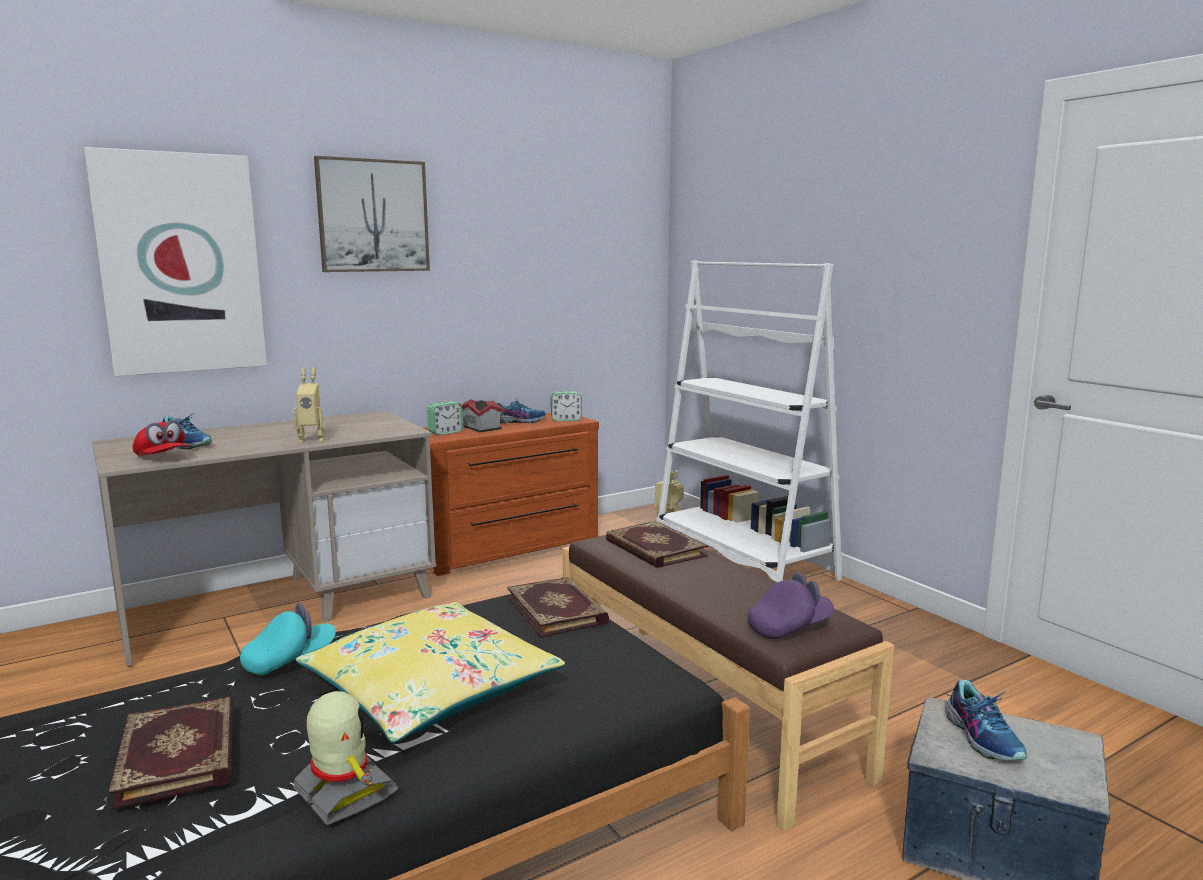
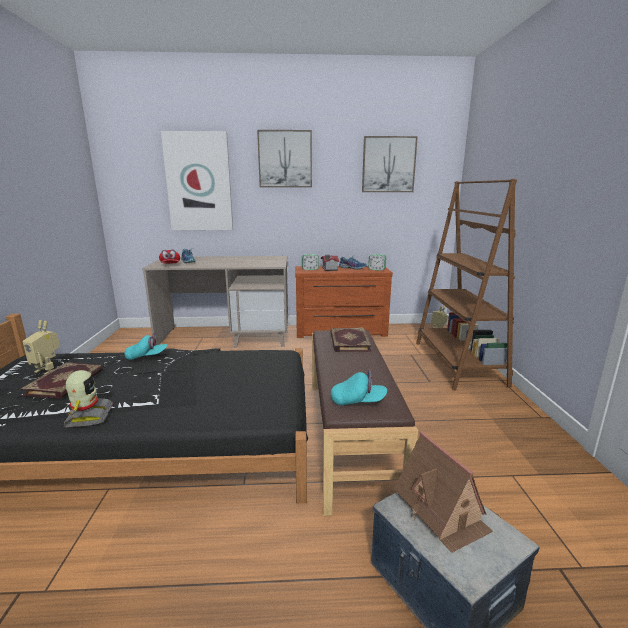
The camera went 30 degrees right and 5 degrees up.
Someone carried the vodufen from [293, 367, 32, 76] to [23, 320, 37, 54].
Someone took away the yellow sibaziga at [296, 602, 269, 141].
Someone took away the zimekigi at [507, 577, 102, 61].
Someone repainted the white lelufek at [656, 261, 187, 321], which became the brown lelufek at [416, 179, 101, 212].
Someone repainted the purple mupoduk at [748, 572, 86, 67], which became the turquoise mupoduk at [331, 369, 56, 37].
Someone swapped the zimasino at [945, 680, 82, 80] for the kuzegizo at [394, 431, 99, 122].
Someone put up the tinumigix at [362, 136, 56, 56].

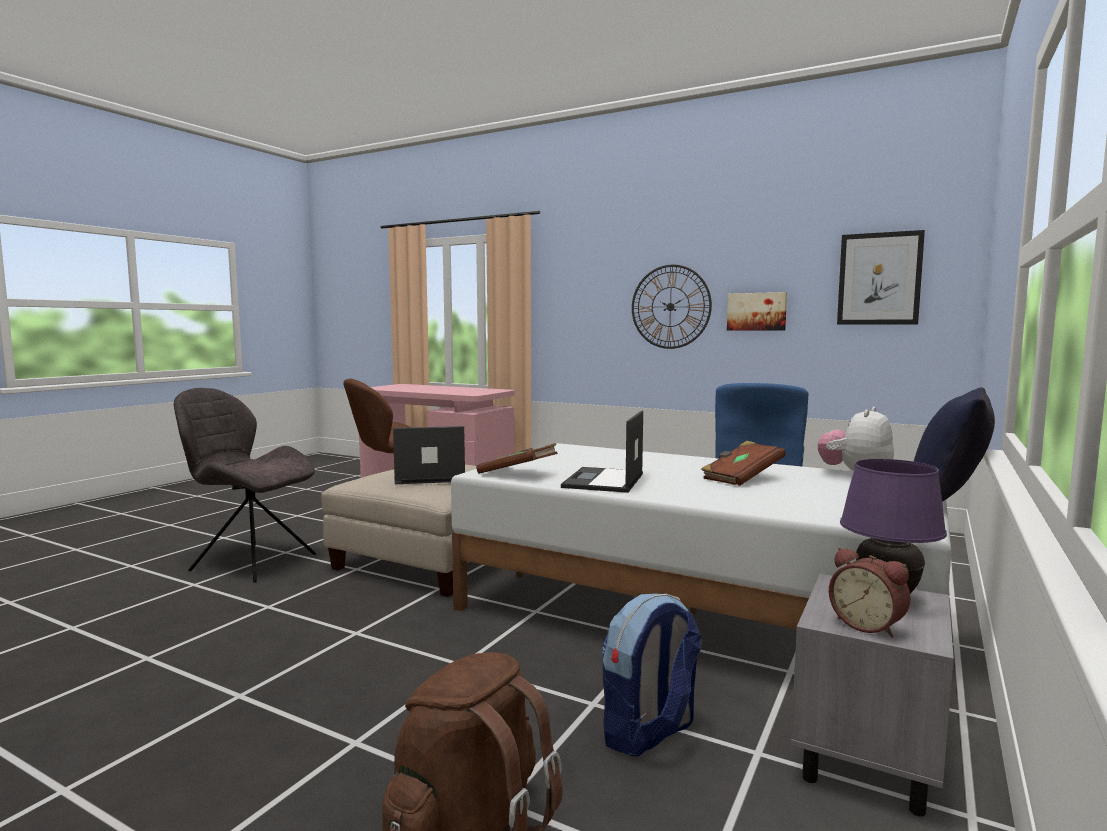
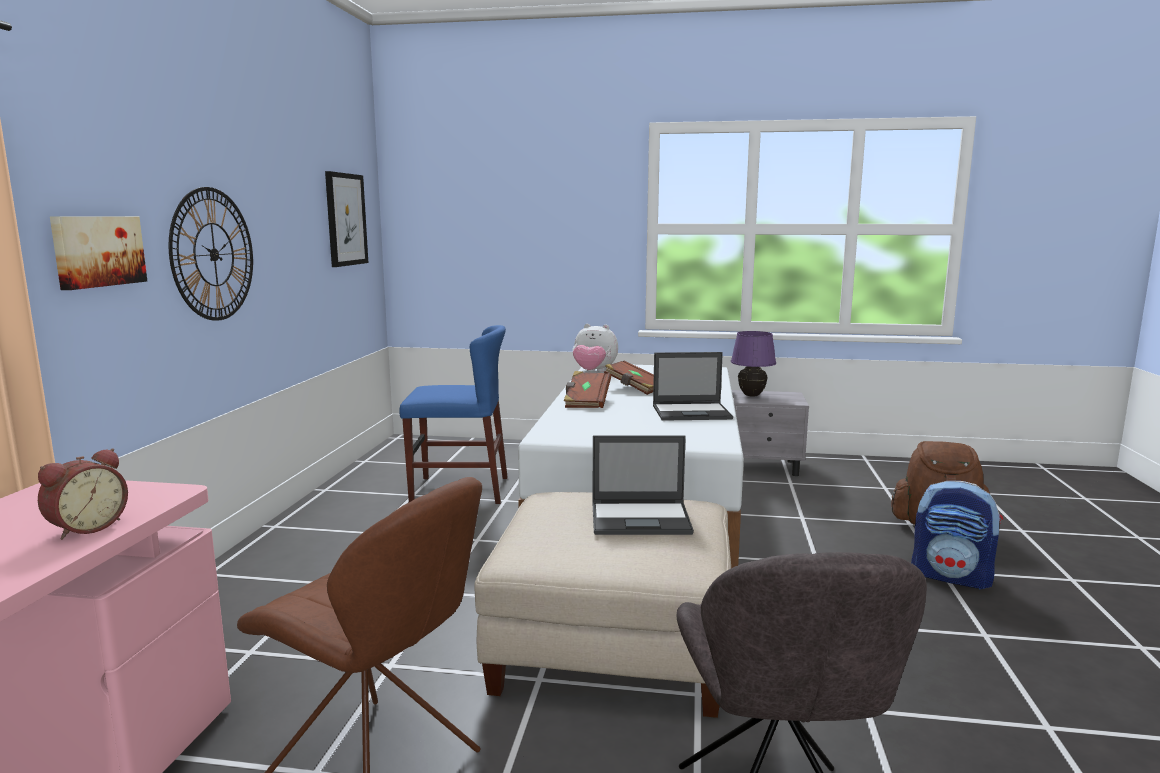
The camera went 110 degrees left and 5 degrees up.
Someone rotated the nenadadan at [393, 426, 72, 58] by 60 degrees counterclockwise.
Someone carried the brown zimekigi from [476, 443, 82, 31] to [564, 371, 47, 37].
Someone carried the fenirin from [602, 594, 99, 162] to [911, 481, 92, 109].
Someone carried the tinumigix from [727, 292, 60, 39] to [50, 216, 97, 74].
Someone carried the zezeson from [829, 547, 81, 91] to [38, 448, 90, 92].
Someone took away the blue sibaziga at [914, 387, 81, 115].

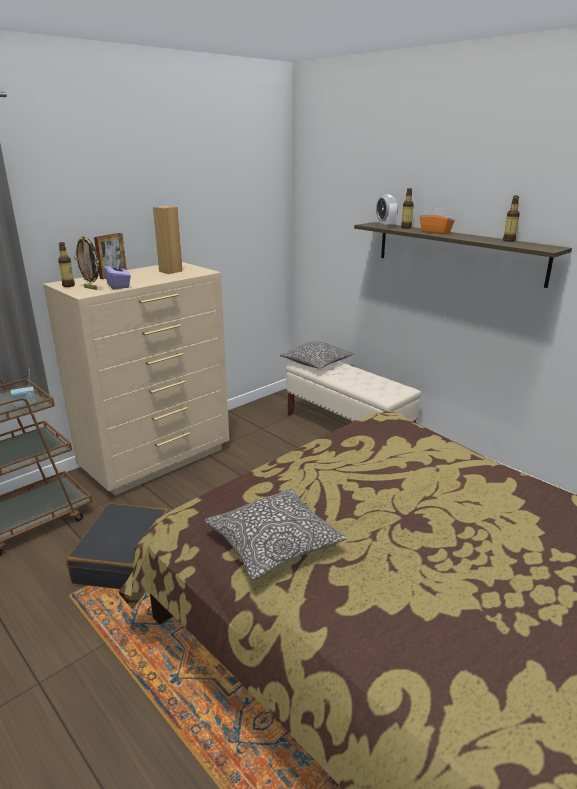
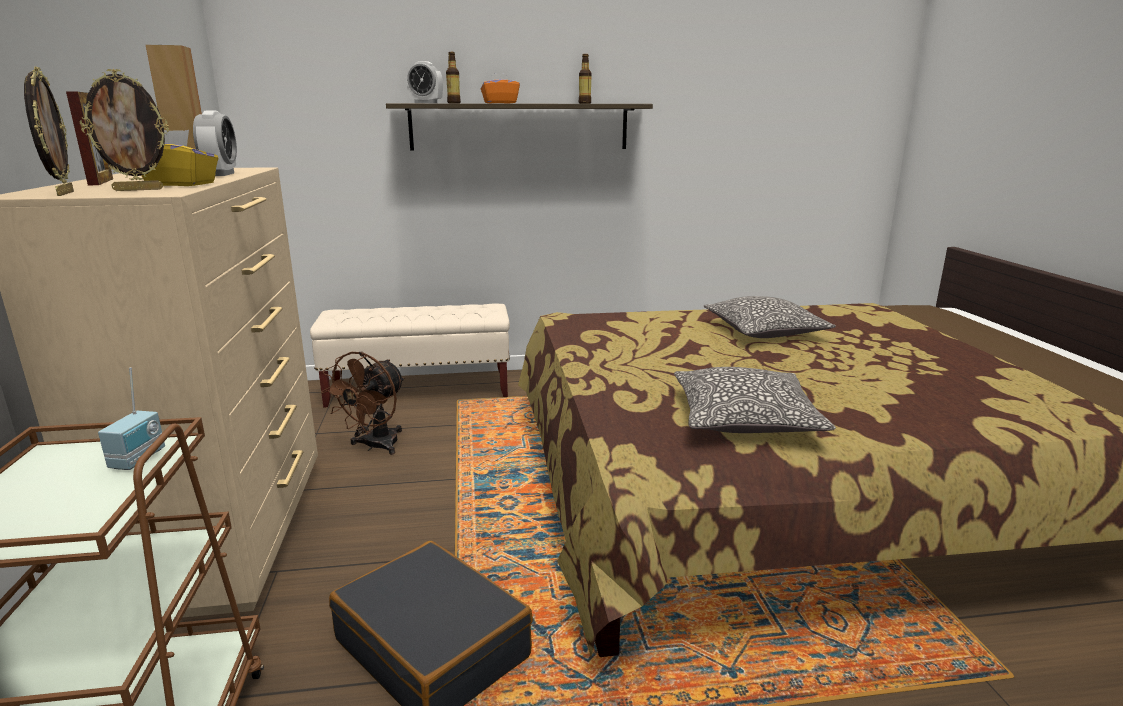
The camera went 55 degrees left and 5 degrees down.
Someone swapped the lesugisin at [58, 242, 17, 45] for the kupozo at [24, 67, 50, 129].
Someone repainted the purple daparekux at [103, 260, 28, 29], which became the yellow daparekux at [141, 130, 77, 56].
Someone carried the sibaziga from [280, 341, 74, 28] to [703, 296, 133, 42].
Someone put down the zezeson at [193, 111, 44, 65].
Someone put down the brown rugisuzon at [321, 351, 84, 104].

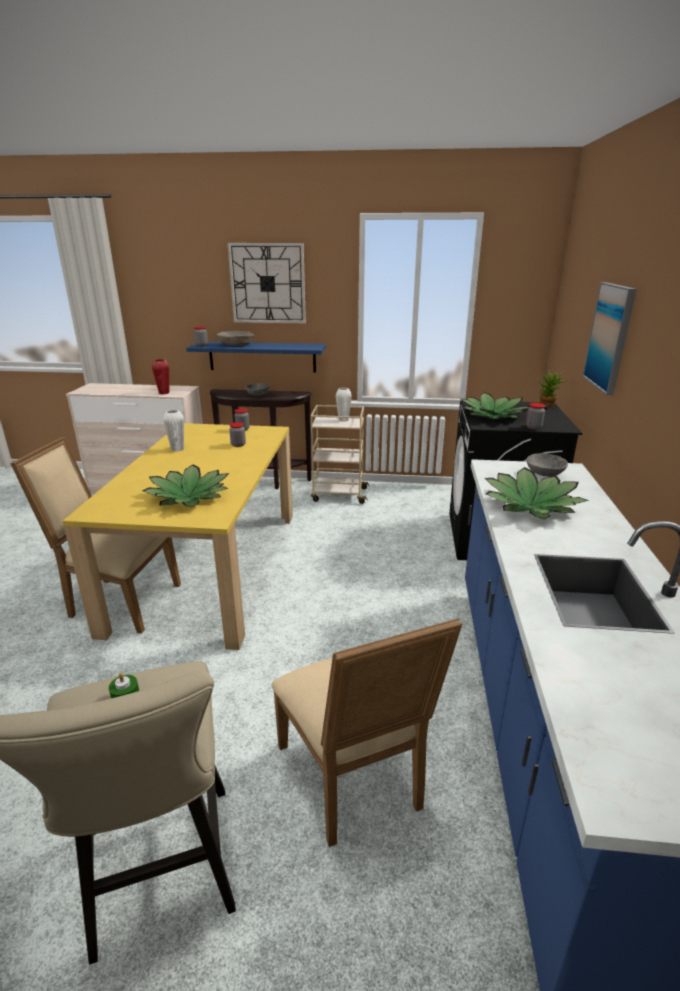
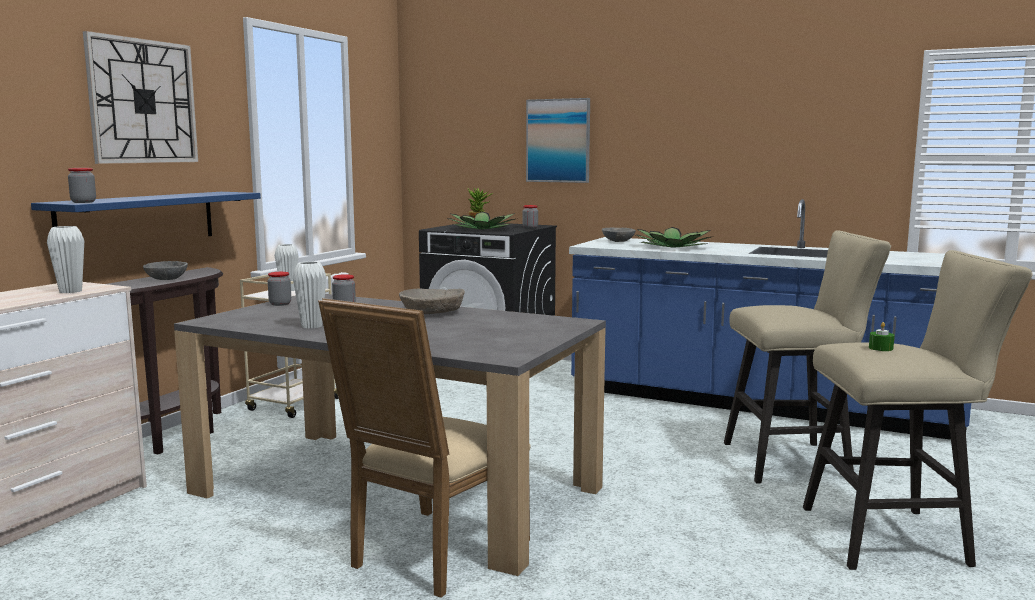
The camera went 70 degrees left and 15 degrees down.
Someone repainted the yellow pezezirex at [63, 423, 230, 227], which became the grey pezezirex at [174, 294, 432, 282].
Someone took away the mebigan at [142, 464, 87, 43].
Someone repainted the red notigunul at [152, 359, 17, 35], which became the white notigunul at [47, 226, 37, 67].
Someone carried the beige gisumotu from [216, 331, 38, 15] to [399, 288, 66, 26].
Someone swapped the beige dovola at [271, 618, 192, 229] for the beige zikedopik at [724, 230, 167, 253].

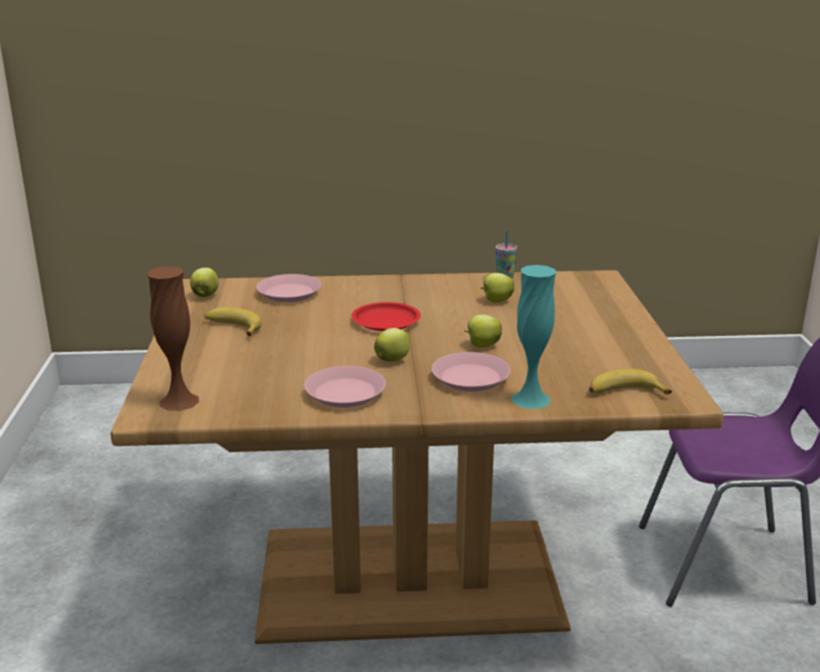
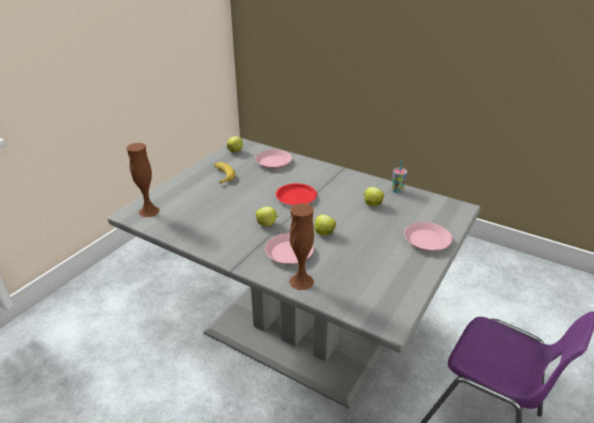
The camera went 35 degrees right and 10 degrees up.
Someone repainted the brown pezezirex at [110, 270, 614, 374], which became the grey pezezirex at [108, 138, 373, 271].
Someone carried the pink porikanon from [304, 366, 82, 42] to [404, 222, 48, 29].
Someone repainted the turquoise notigunul at [511, 265, 45, 144], which became the brown notigunul at [289, 203, 25, 87].
Someone took away the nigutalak at [589, 369, 83, 25].

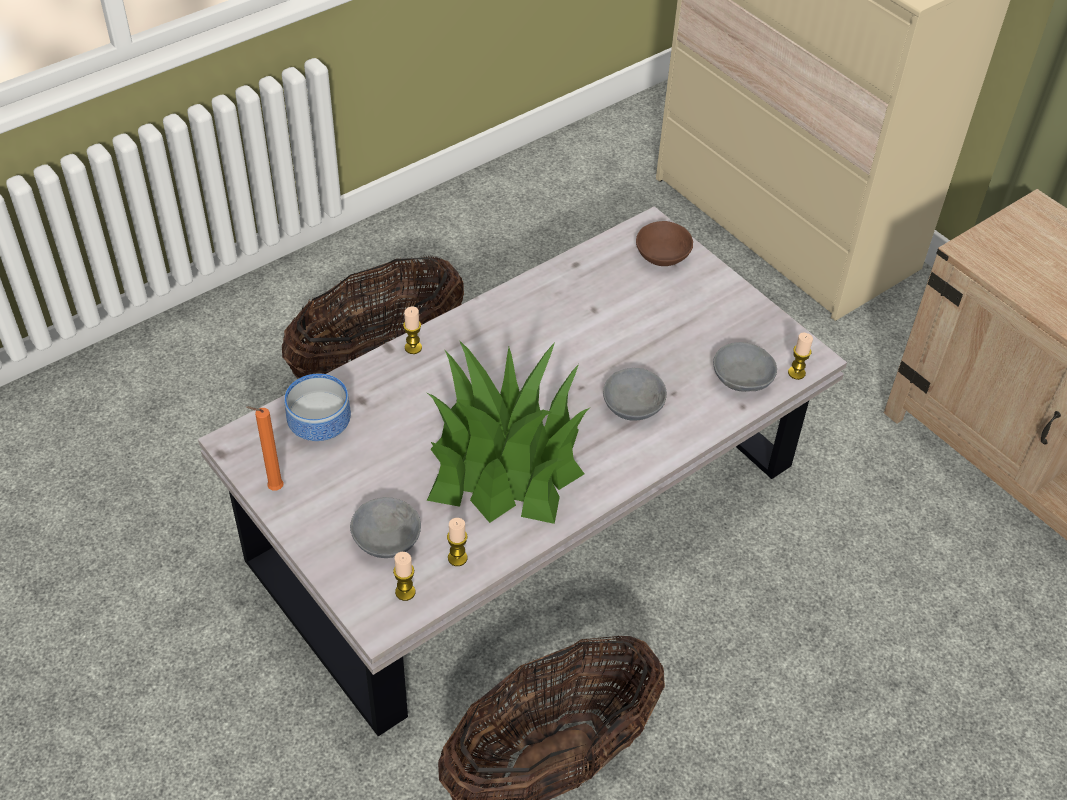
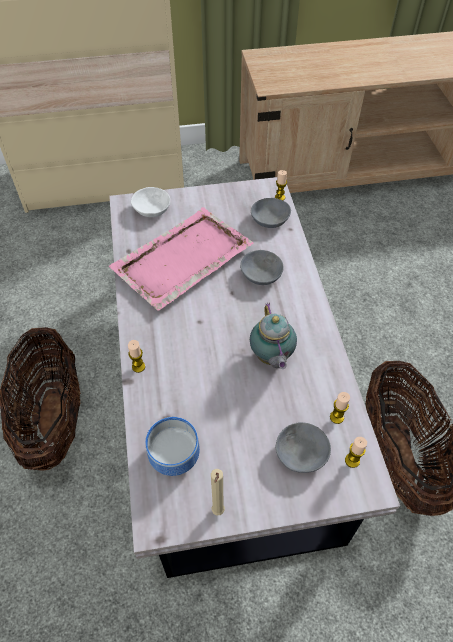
The camera went 60 degrees left and 5 degrees up.
Someone repainted the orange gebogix at [246, 406, 38, 85], which became the beige gebogix at [211, 469, 14, 46].
Someone swapped the mebigan at [427, 340, 162, 184] for the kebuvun at [250, 303, 47, 66].
Someone repainted the brown gisumotu at [636, 221, 57, 45], which became the white gisumotu at [131, 187, 39, 30].
Someone put down the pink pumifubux at [109, 207, 145, 104].

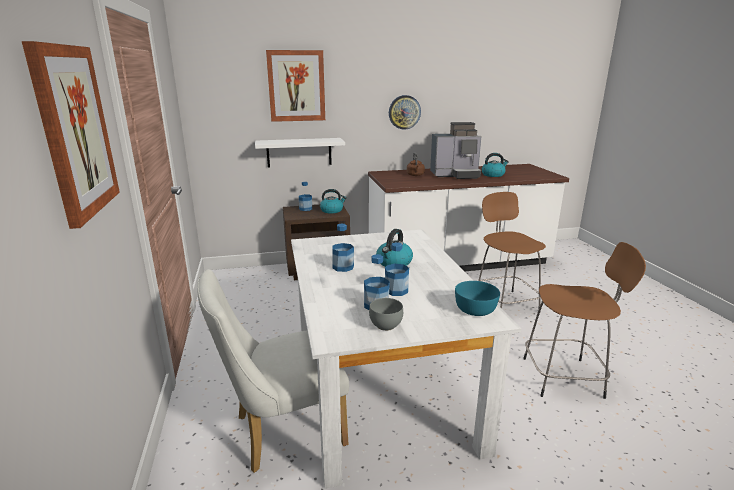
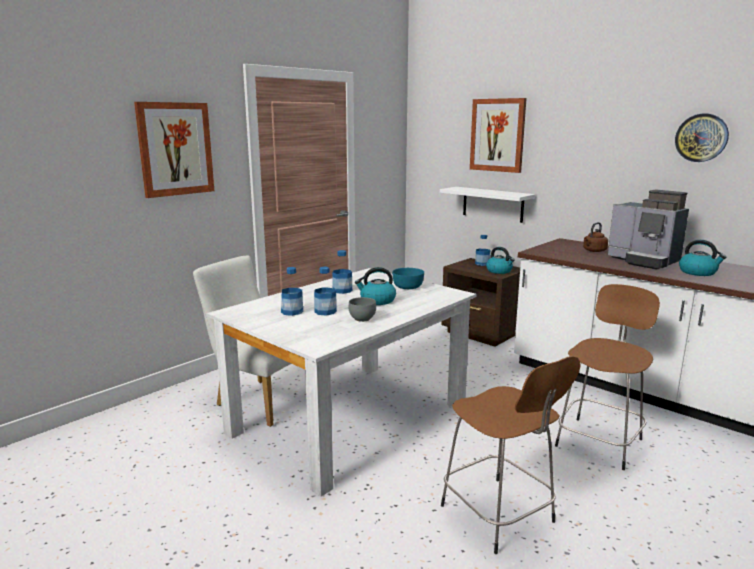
The camera went 55 degrees right and 5 degrees down.
Someone carried the grey gisumotu from [369, 298, 34, 33] to [348, 297, 28, 25].
Someone carried the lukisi from [389, 95, 32, 35] to [675, 113, 54, 49].
Someone carried the turquoise gisumotu from [455, 281, 45, 35] to [392, 268, 32, 21].

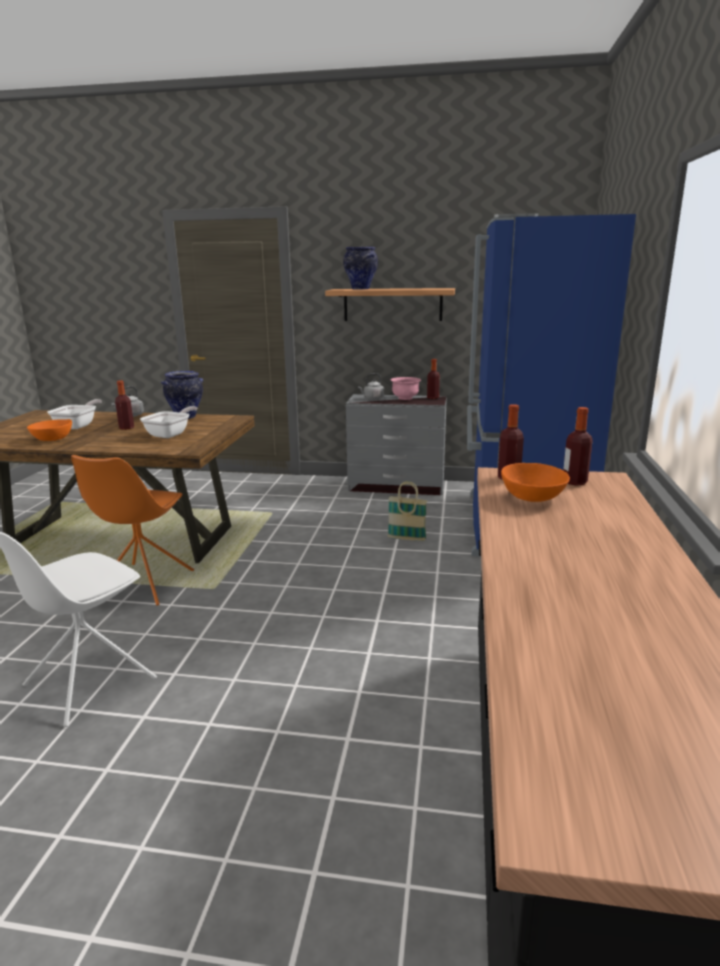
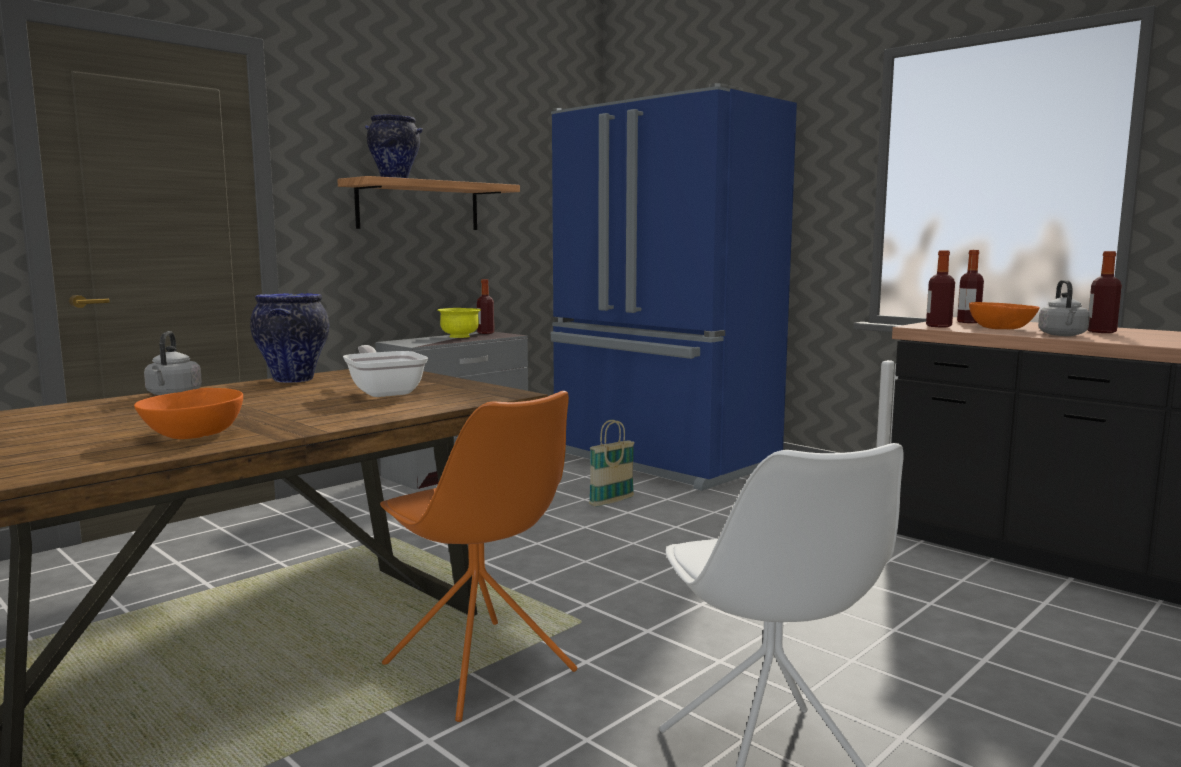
The camera went 55 degrees left and 10 degrees down.
Someone took away the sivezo at [47, 399, 55, 30].
Someone carried the lesugisin from [115, 380, 19, 50] to [1088, 251, 34, 82].
Someone carried the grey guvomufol from [358, 373, 26, 27] to [1038, 280, 52, 56].
Someone repainted the pink gisumotu at [391, 377, 30, 23], which became the yellow gisumotu at [438, 308, 43, 30].

